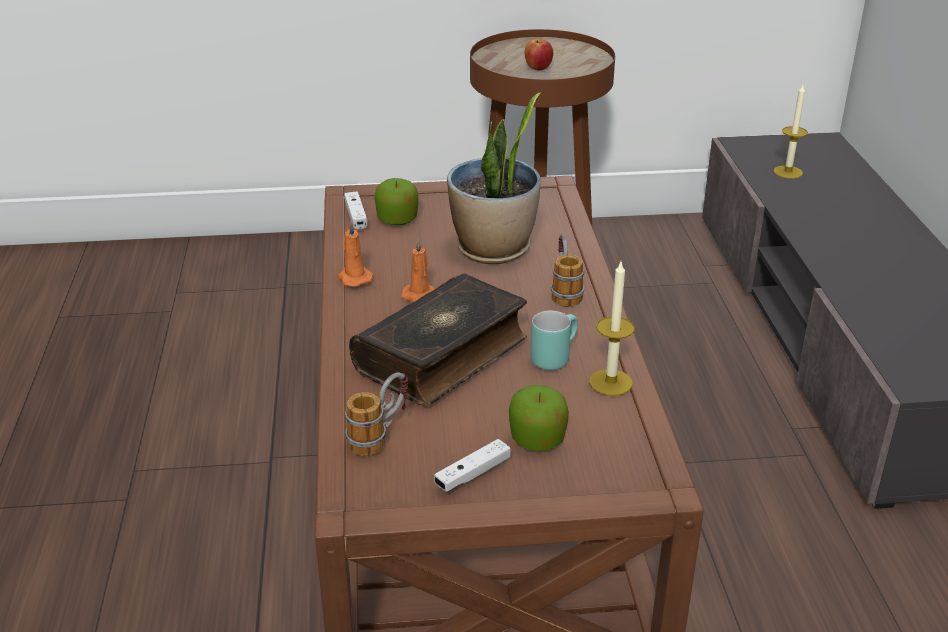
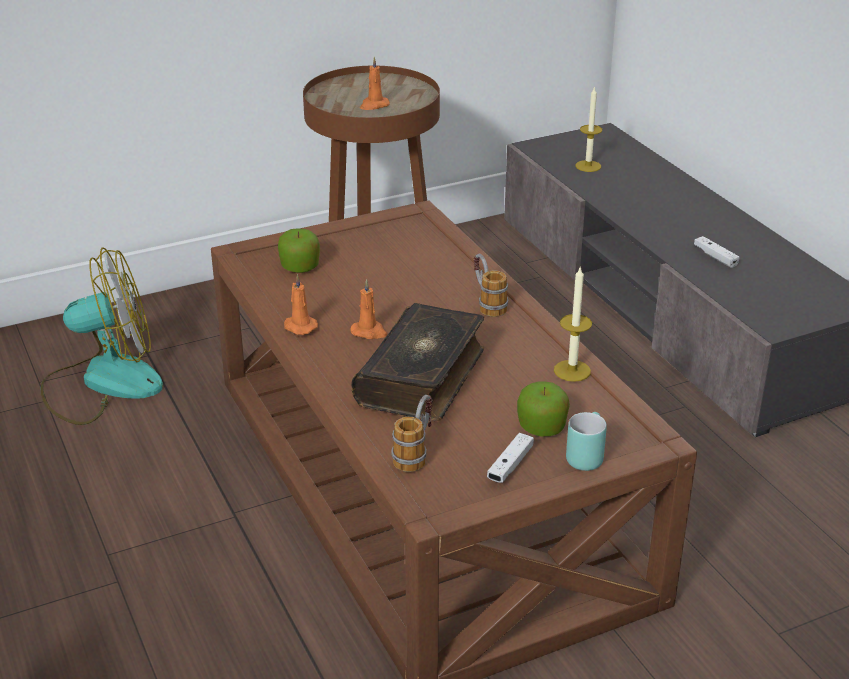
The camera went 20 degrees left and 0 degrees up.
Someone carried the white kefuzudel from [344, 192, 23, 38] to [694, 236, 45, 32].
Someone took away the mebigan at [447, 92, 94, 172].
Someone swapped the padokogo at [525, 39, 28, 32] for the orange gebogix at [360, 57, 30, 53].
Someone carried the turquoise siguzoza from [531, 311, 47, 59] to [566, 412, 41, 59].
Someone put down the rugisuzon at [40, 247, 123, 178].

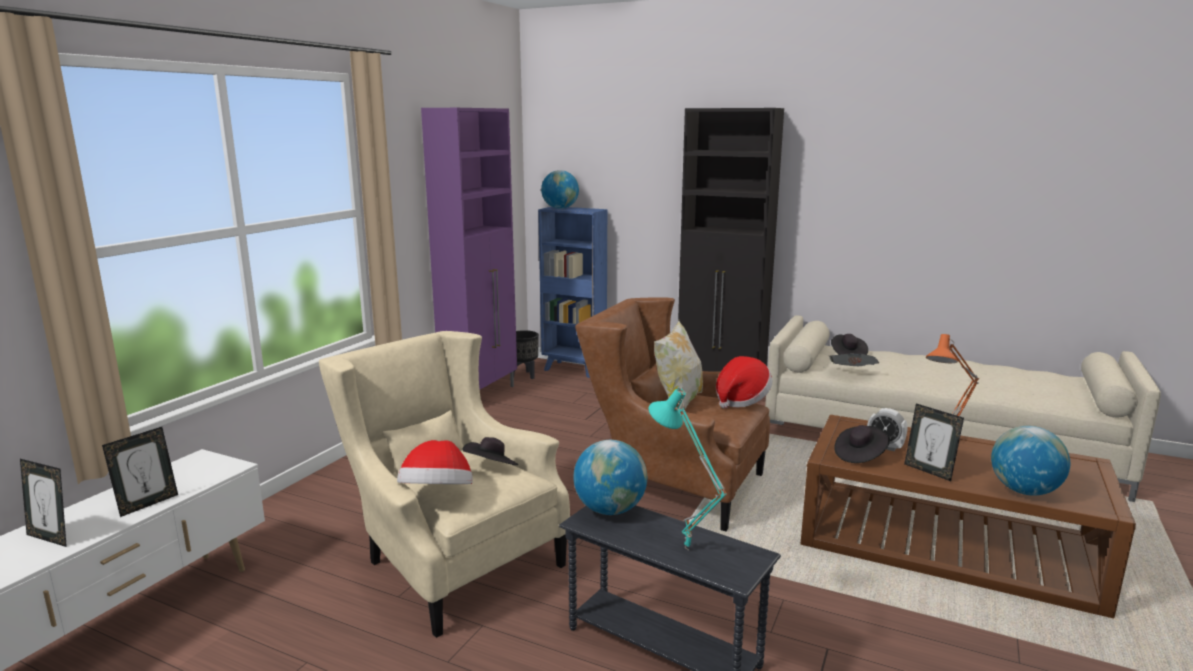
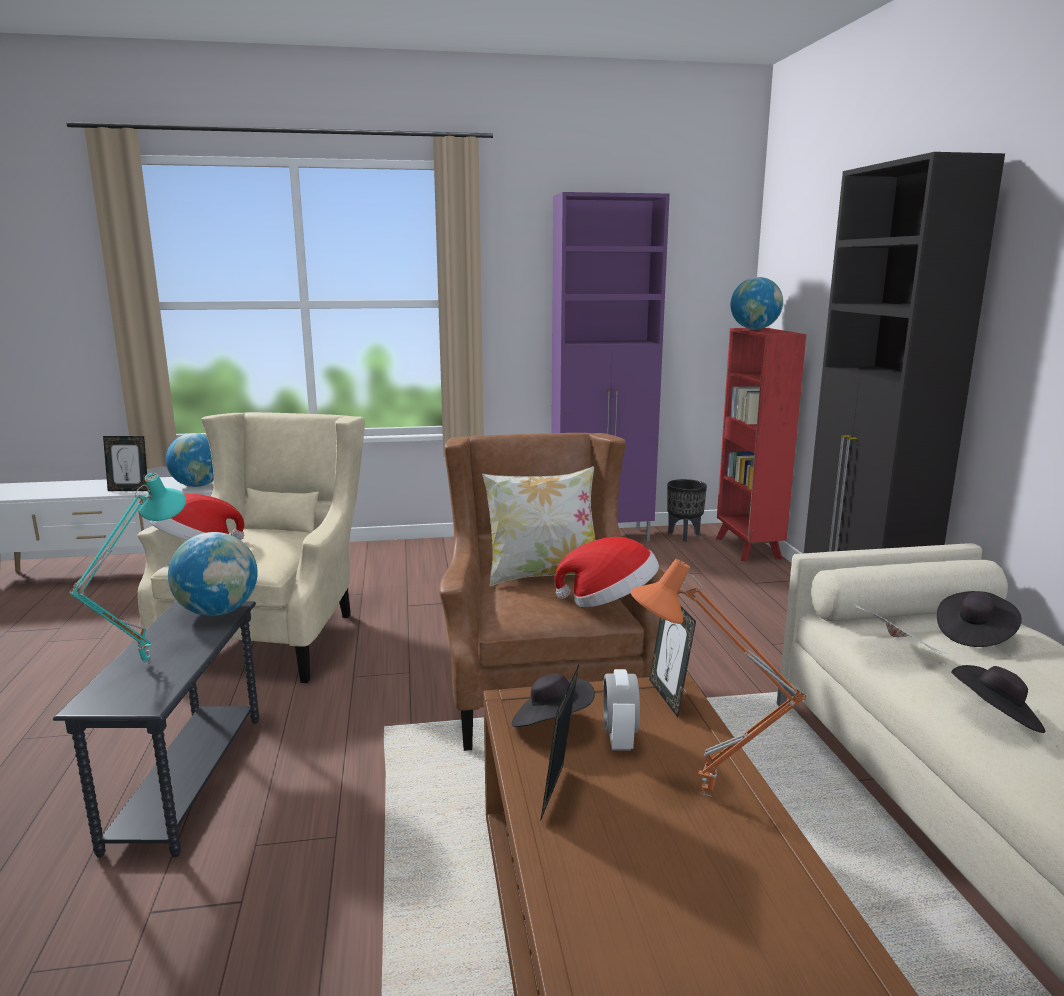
The camera went 55 degrees right and 0 degrees up.
Someone carried the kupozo from [20, 459, 47, 88] to [649, 605, 47, 112].
Someone carried the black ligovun from [463, 437, 55, 28] to [951, 665, 95, 68].
Someone repainted the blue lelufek at [538, 207, 69, 171], which became the red lelufek at [716, 328, 90, 234].
Someone carried the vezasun from [991, 426, 79, 69] to [166, 433, 48, 54].

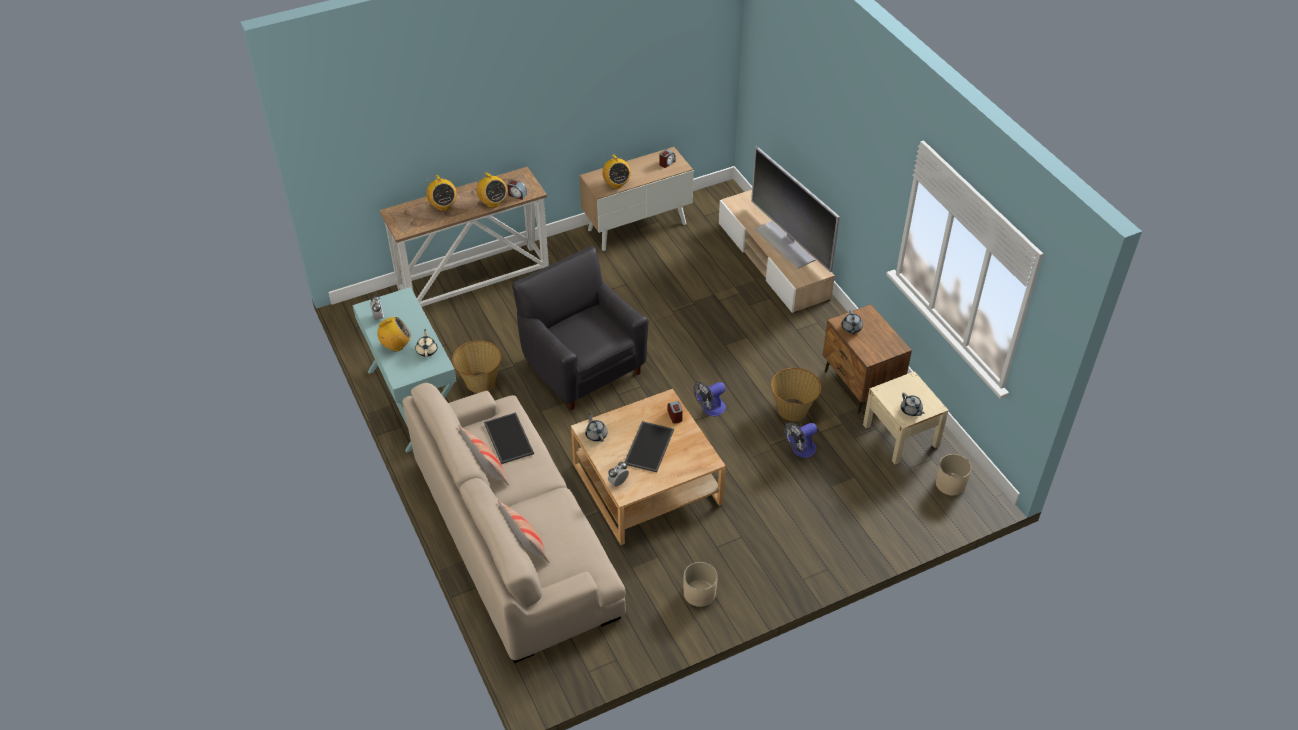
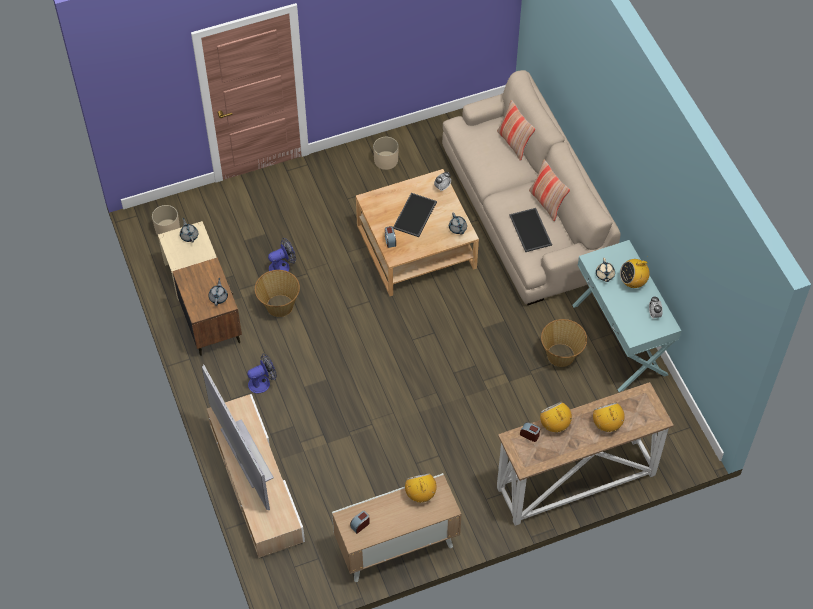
The camera went 175 degrees left and 10 degrees up.
Someone took away the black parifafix at [512, 246, 136, 164].
Someone carried the rugisuzon from [694, 381, 32, 35] to [247, 354, 30, 39].

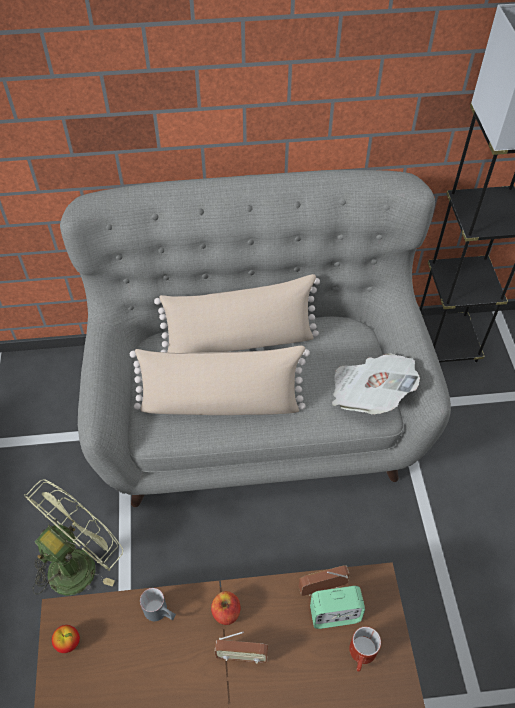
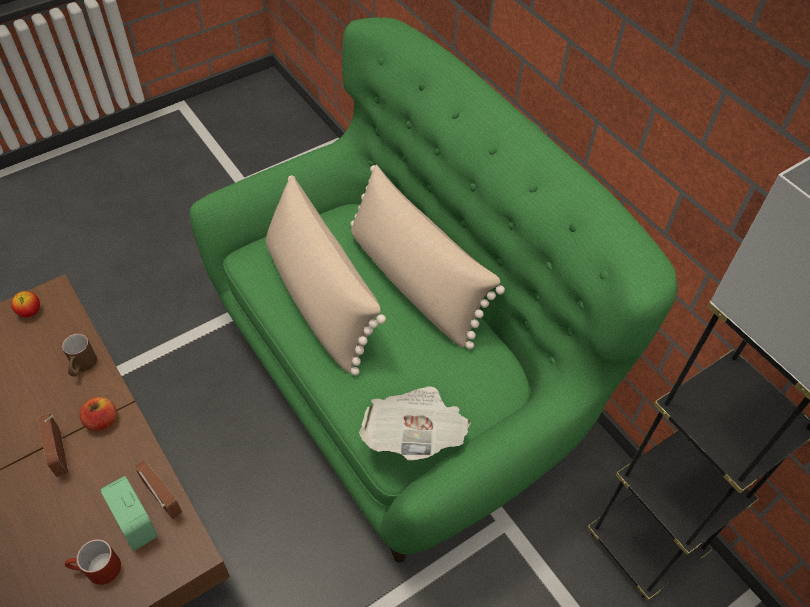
The camera went 60 degrees right and 0 degrees up.
Someone took away the green rugisuzon at [24, 479, 99, 116].
Someone repainted the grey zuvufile at [60, 170, 391, 337], which became the green zuvufile at [190, 17, 488, 546].
Someone repainted the grey siguzoza at [140, 588, 36, 33], which became the brown siguzoza at [62, 334, 35, 43].

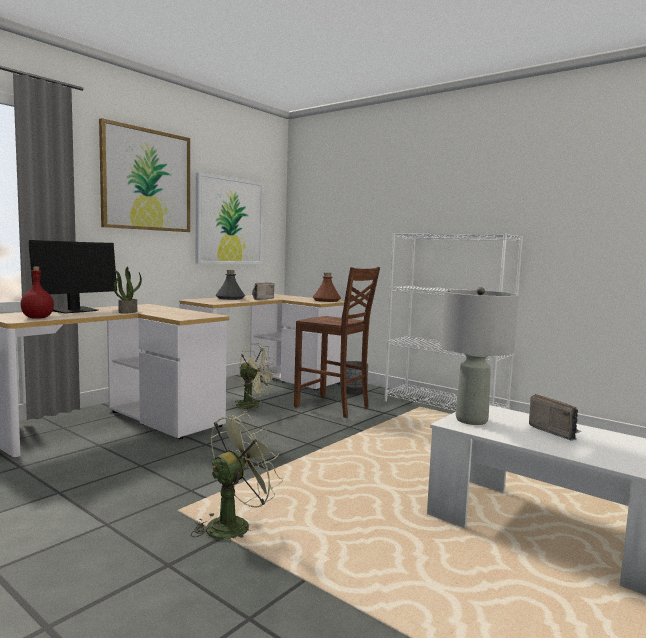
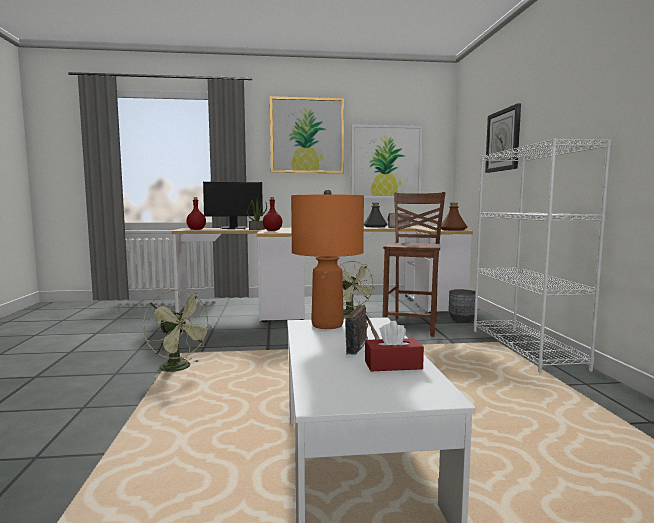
The camera went 45 degrees right and 0 degrees up.
Someone rotated the green rugisuzon at [191, 413, 92, 127] by 45 degrees clockwise.
Someone rotated the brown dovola at [294, 267, 86, 151] by 150 degrees counterclockwise.
Someone repainted the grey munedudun at [441, 287, 78, 138], which became the orange munedudun at [291, 189, 73, 140].
Someone put down the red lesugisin at [263, 197, 19, 34].
Someone put down the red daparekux at [365, 321, 59, 50].
Someone put up the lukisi at [485, 103, 36, 70].

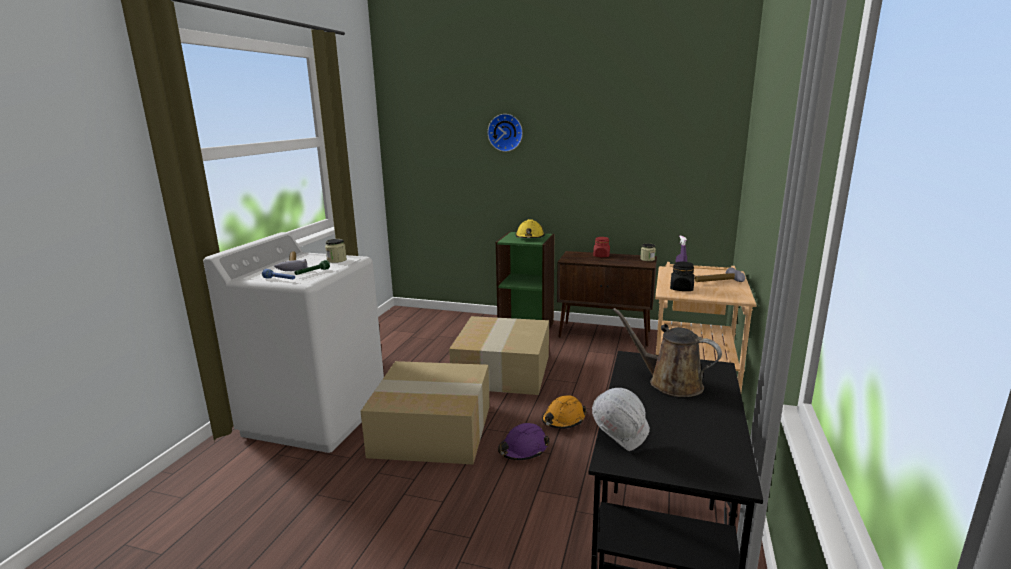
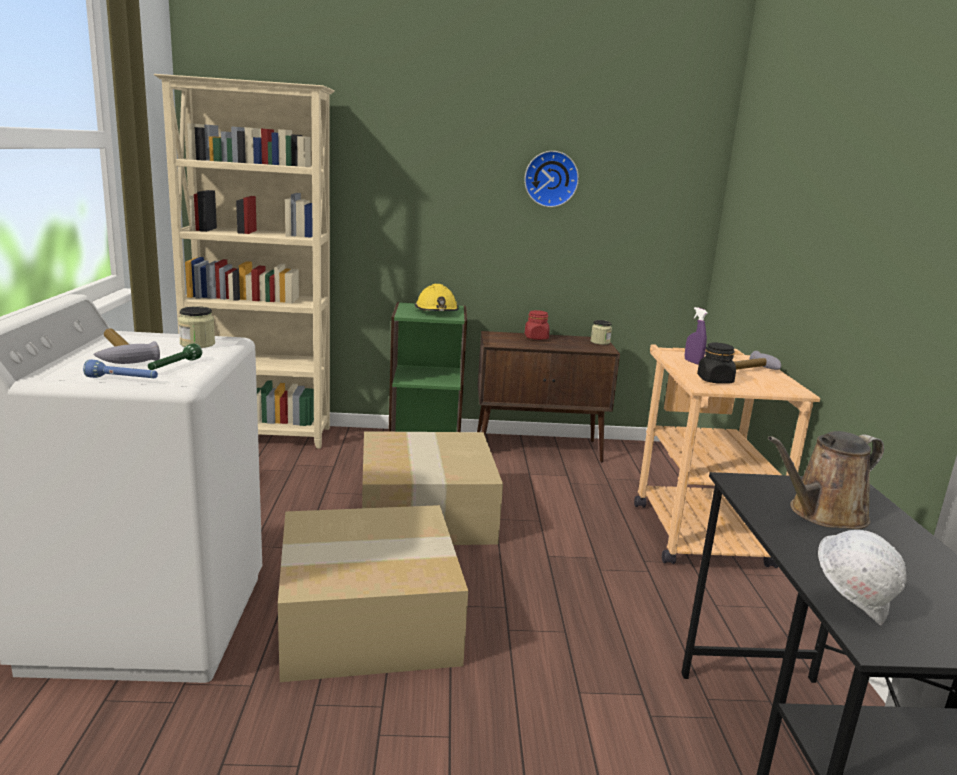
The camera went 20 degrees left and 0 degrees up.
Someone carried the lukisi from [488, 114, 35, 38] to [524, 151, 55, 56].
Someone took away the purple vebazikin at [498, 423, 51, 37].
Someone took away the orange vebazikin at [542, 395, 45, 34].
Someone rotated the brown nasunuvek at [613, 308, 109, 89] by 45 degrees counterclockwise.
Someone put down the beige lelufek at [154, 74, 181, 374].

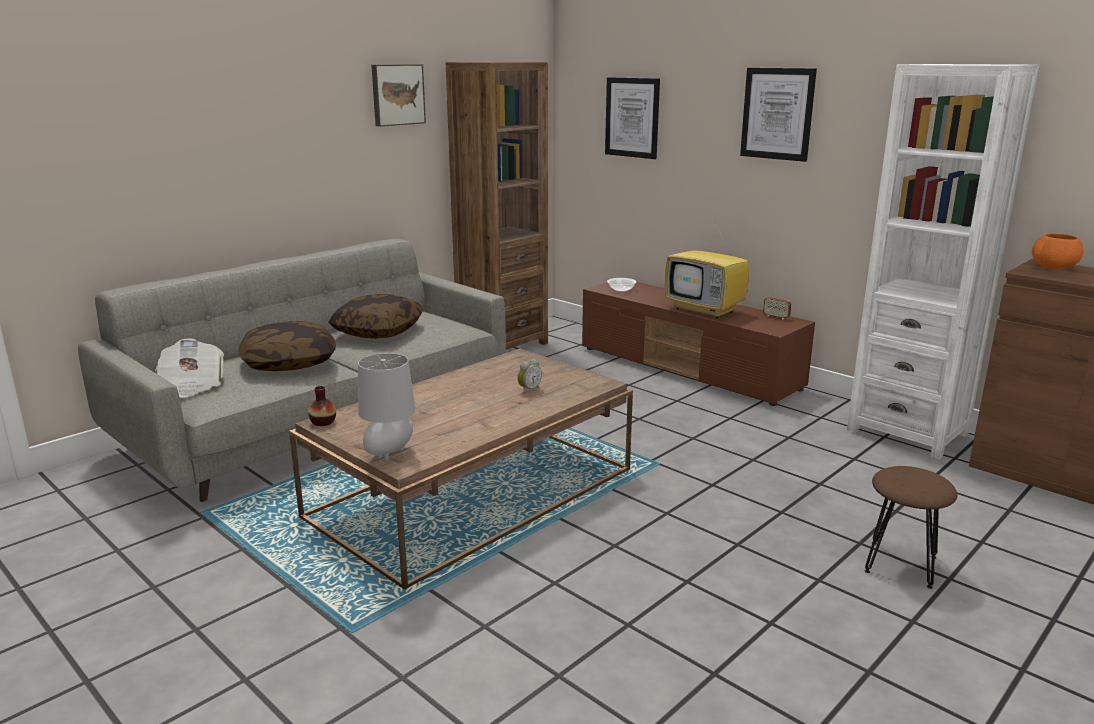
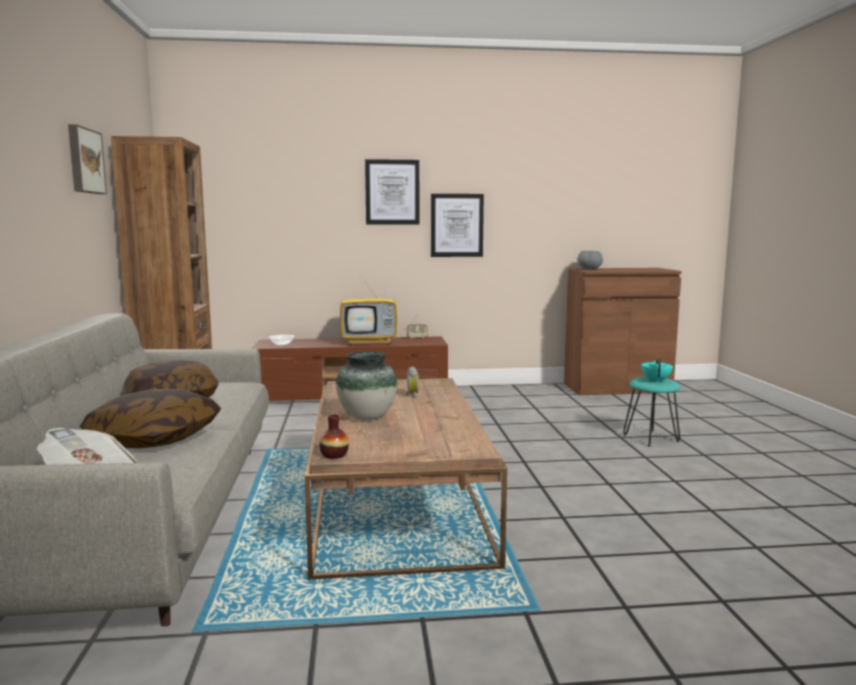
The camera went 50 degrees left and 10 degrees down.
Someone took away the grey munedudun at [358, 353, 57, 108].
Someone carried the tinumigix from [605, 77, 55, 82] to [431, 194, 53, 63].
Someone took away the white lelufek at [847, 64, 192, 395].
Someone repainted the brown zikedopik at [864, 466, 93, 123], which became the turquoise zikedopik at [623, 377, 57, 70].
Someone repainted the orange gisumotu at [1032, 234, 52, 35], which became the grey gisumotu at [577, 251, 26, 18].
Someone put down the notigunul at [336, 351, 61, 70].
Someone put down the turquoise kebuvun at [641, 358, 32, 24].

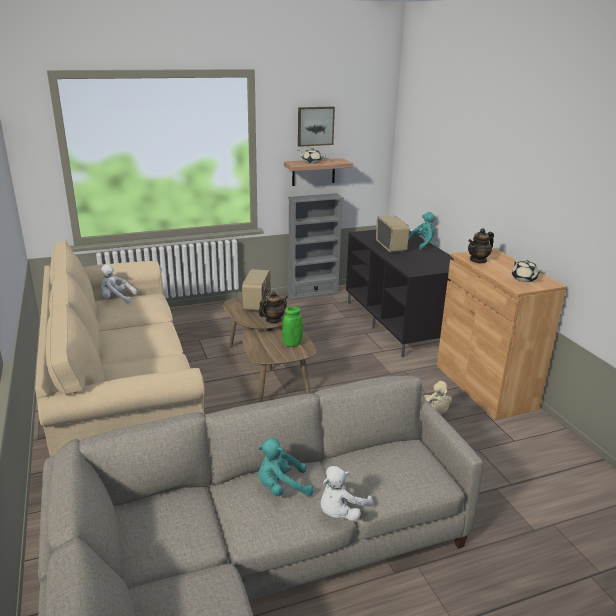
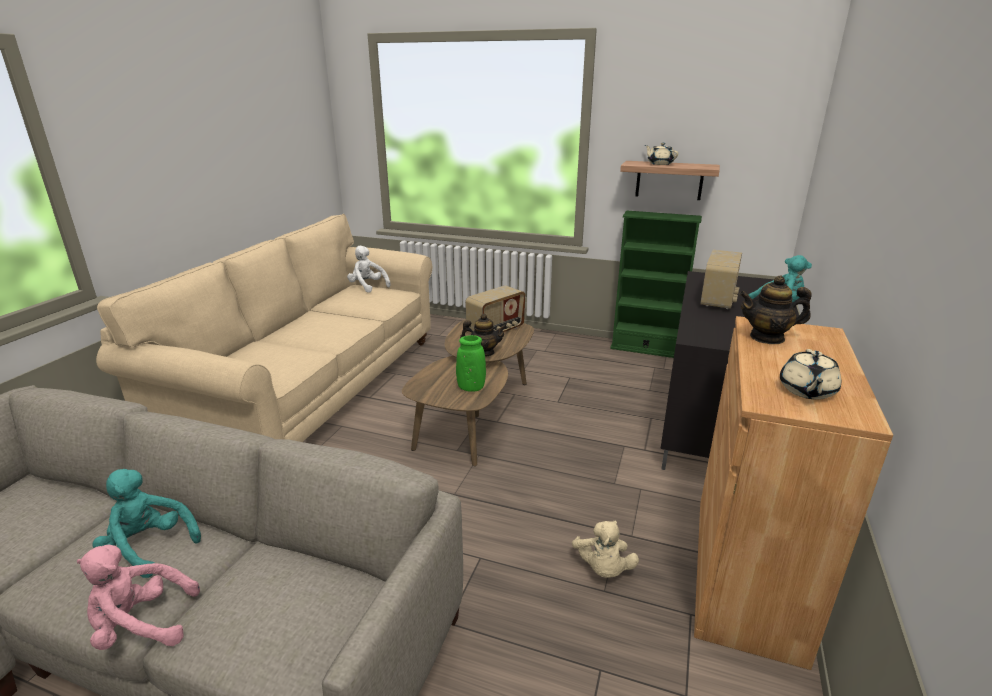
The camera went 40 degrees right and 0 degrees up.
Someone repainted the grey lelufek at [288, 193, 56, 106], which became the green lelufek at [610, 211, 92, 147].
Someone took away the tinumigix at [298, 106, 37, 41].
Someone repainted the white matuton at [321, 466, 52, 55], which became the pink matuton at [77, 545, 123, 105].

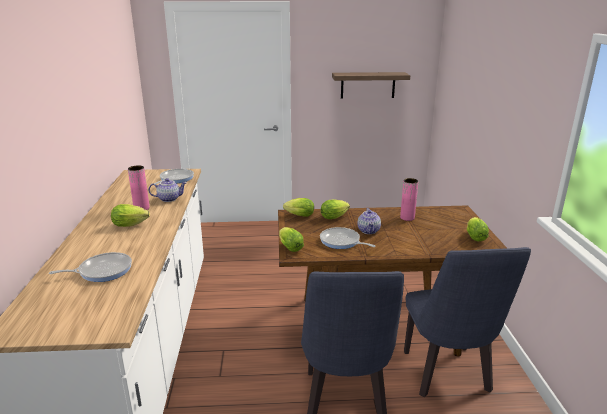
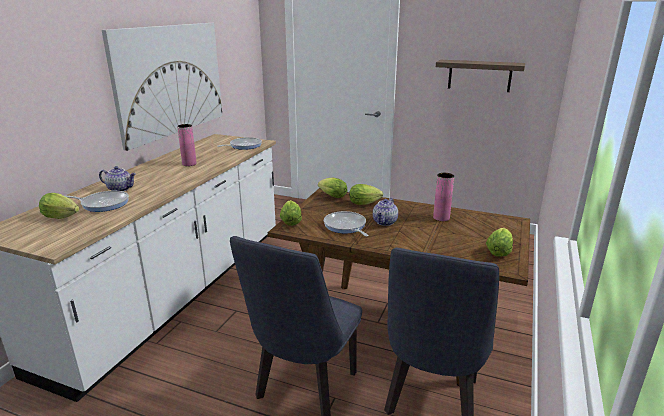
The camera went 25 degrees right and 0 degrees up.
Someone carried the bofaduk from [111, 204, 39, 23] to [39, 193, 41, 26].
Someone carried the kebuvun from [148, 178, 39, 24] to [99, 166, 37, 26].
Someone put up the tinumigix at [102, 23, 121, 128].

